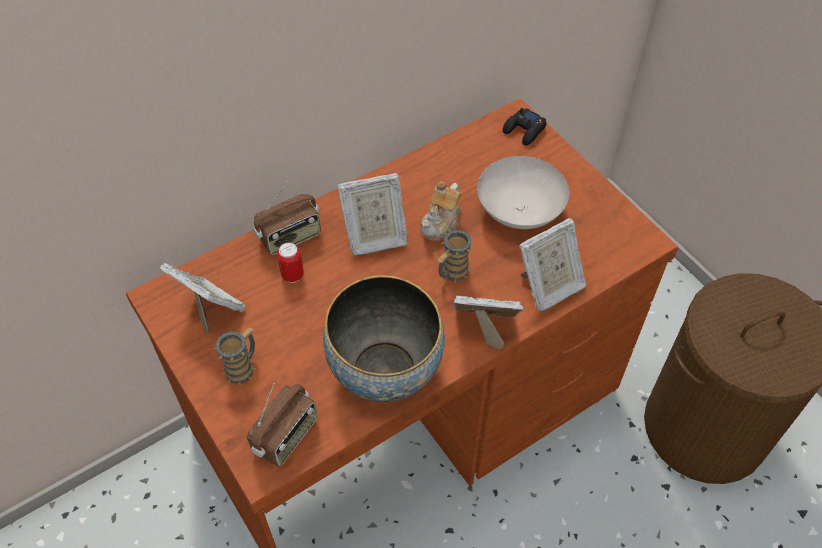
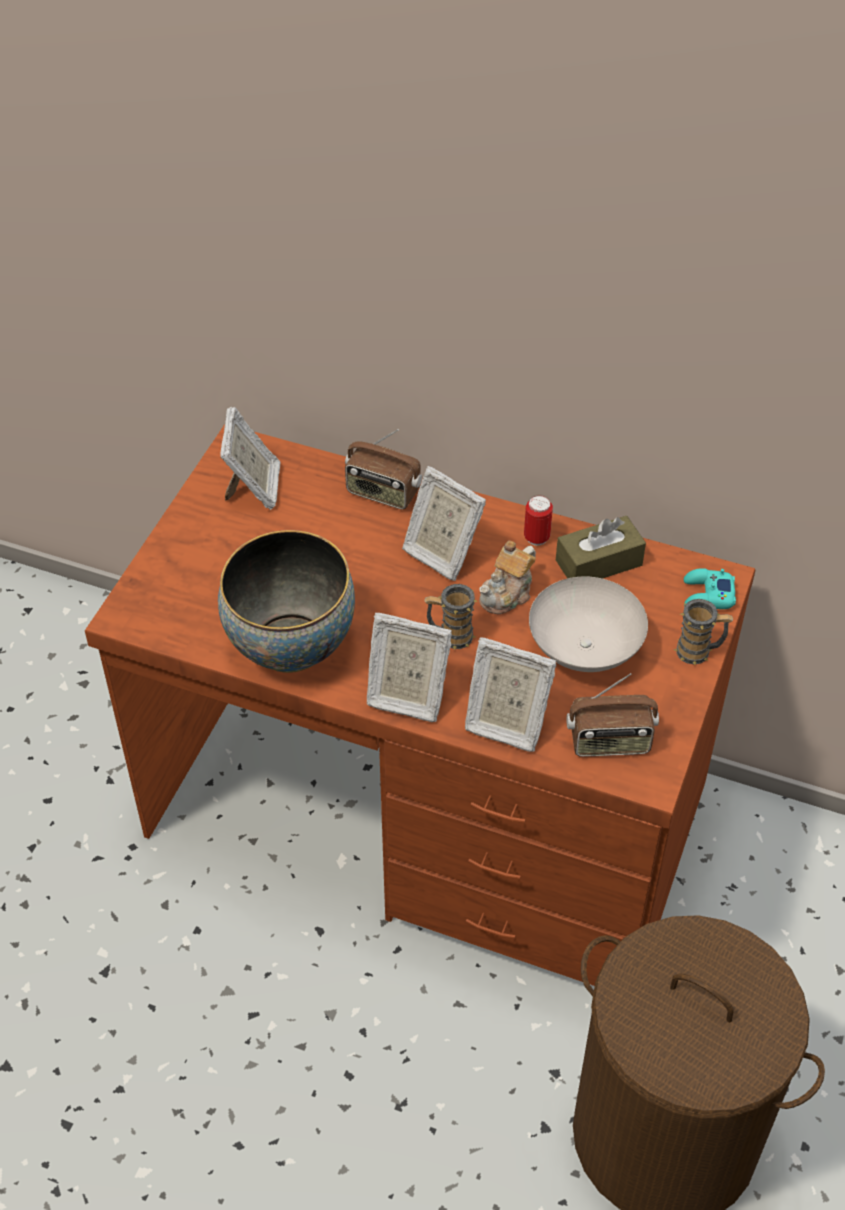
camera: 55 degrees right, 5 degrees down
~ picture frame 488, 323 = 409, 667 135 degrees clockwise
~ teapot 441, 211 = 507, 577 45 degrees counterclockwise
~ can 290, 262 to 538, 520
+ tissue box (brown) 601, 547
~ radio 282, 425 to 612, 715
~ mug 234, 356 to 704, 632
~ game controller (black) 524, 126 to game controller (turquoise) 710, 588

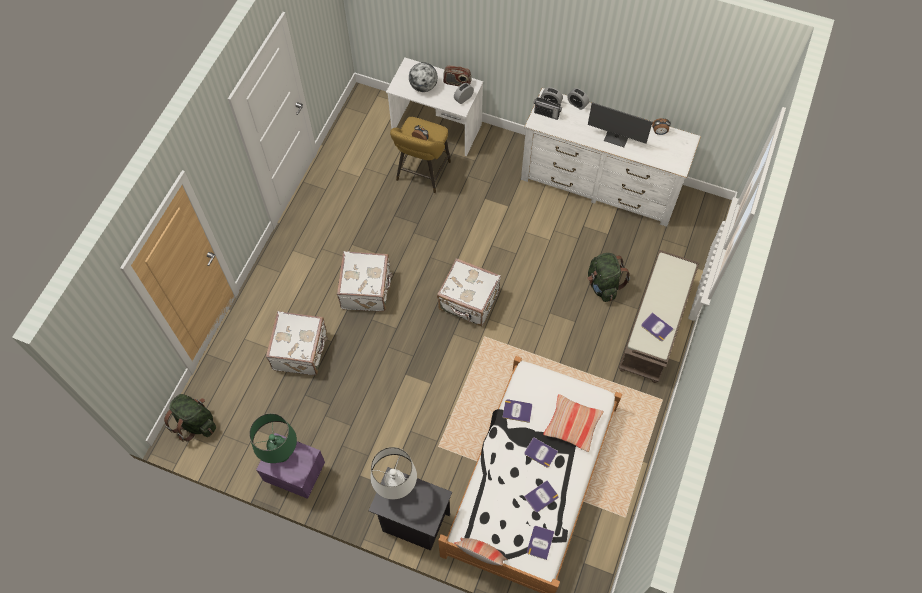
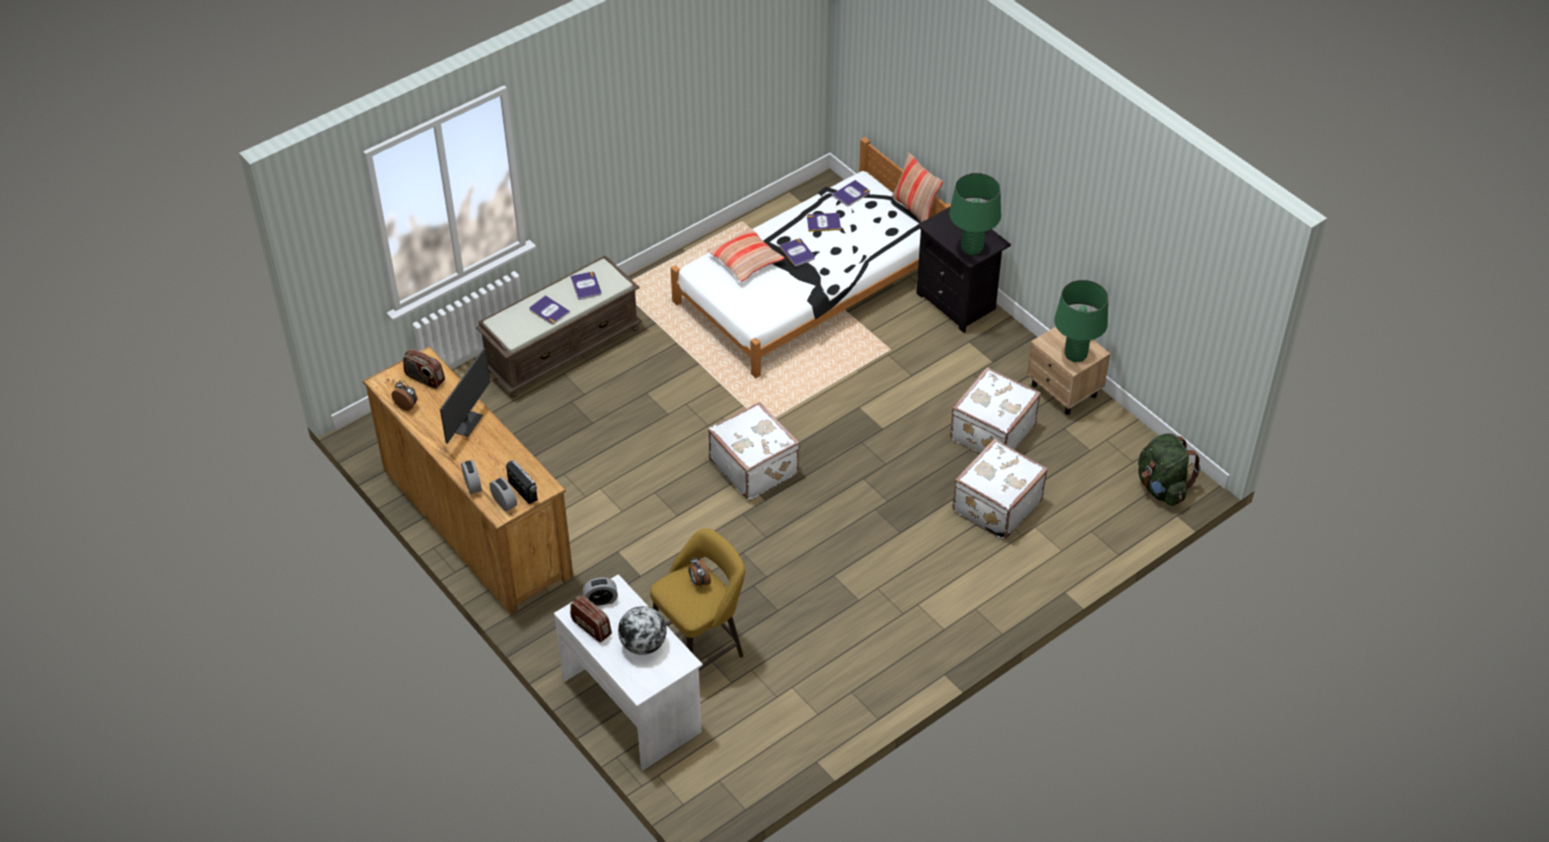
camera: 150 degrees left, 15 degrees down
~ dresser (white) 611, 157 to dresser (brown) 468, 480
+ radio 424, 369
~ monitor 620, 124 = 465, 396 60 degrees clockwise
~ book 517, 411 to 549, 310
~ table lamp (white) 394, 473 to table lamp (green) 975, 214
~ suitcase (white) 365, 281 to 995, 410
~ nightstand (purple) 290, 466 to nightstand (beige) 1069, 371
- backpack (green) 609, 277

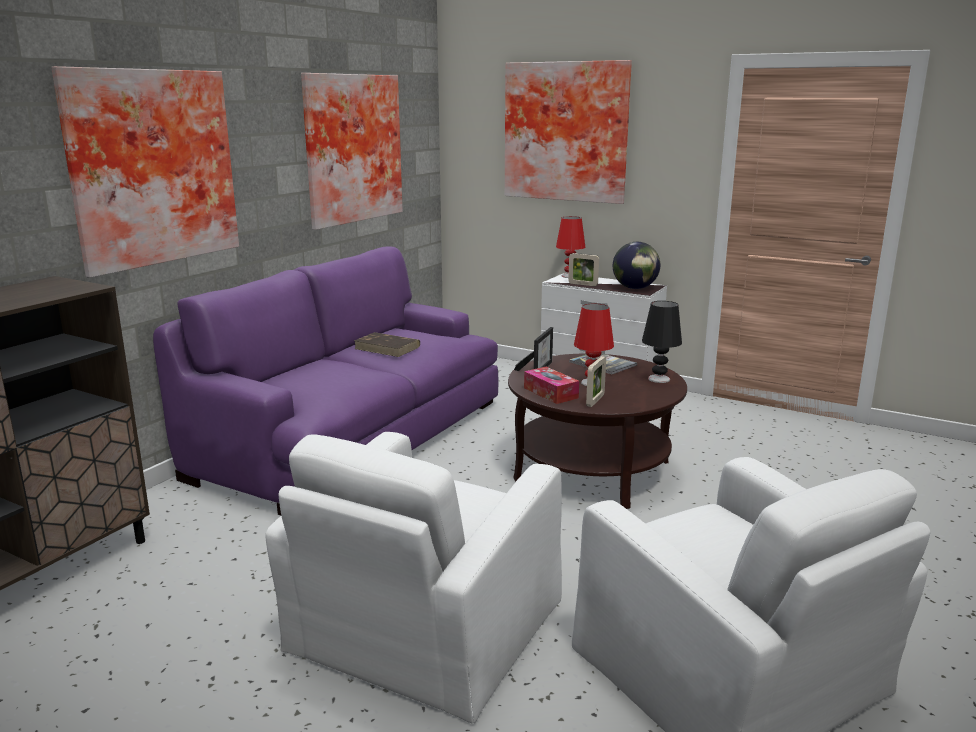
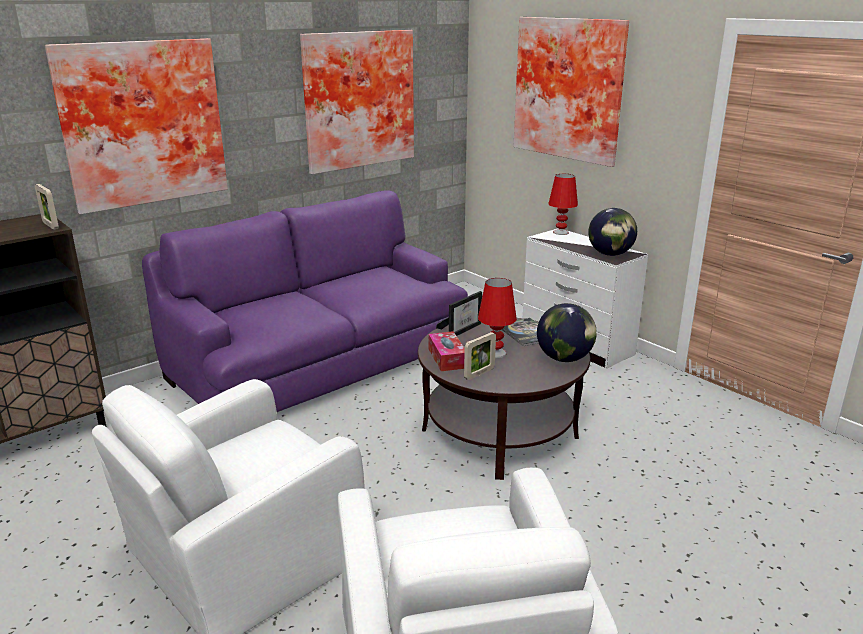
camera: 20 degrees right, 5 degrees up
~ picture frame 583, 269 to 47, 207
~ table lamp (black) 662, 342 to globe 567, 332
- book (brown) 387, 344

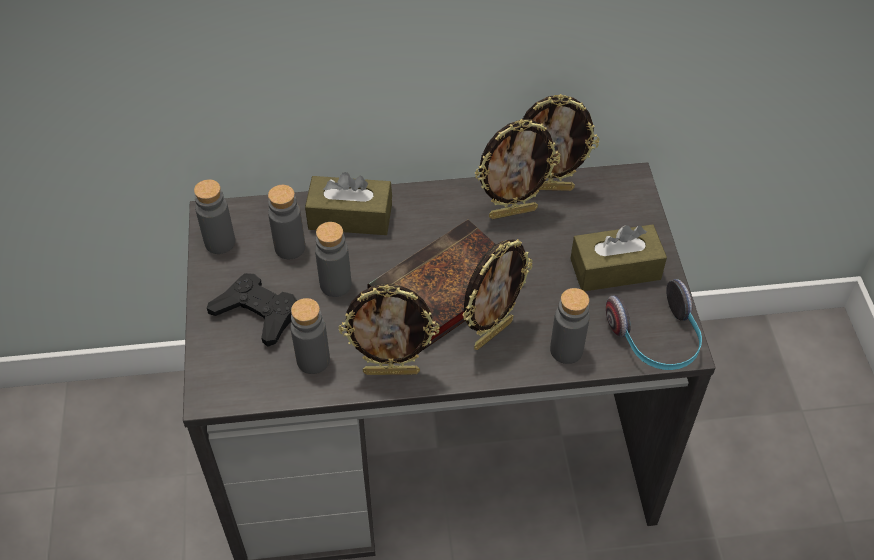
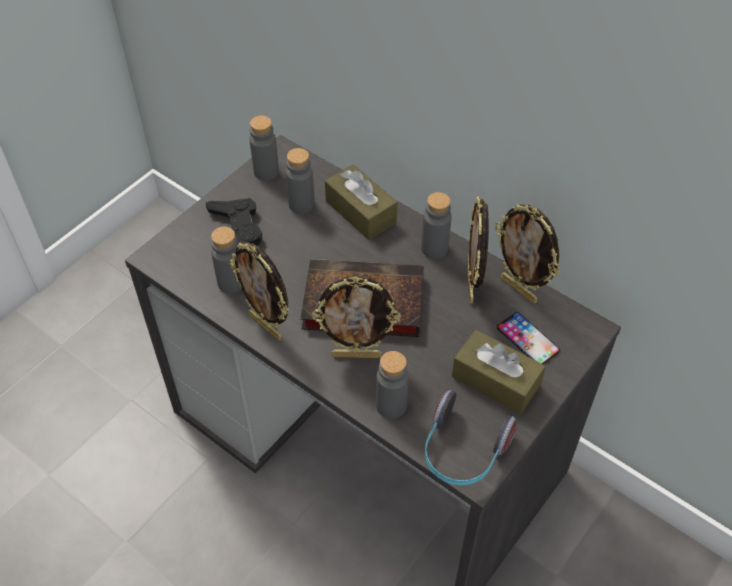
camera: 45 degrees right, 0 degrees up
~ bottle (grey) 333, 259 to 436, 225
~ picture frame 518, 169 = 478, 250 60 degrees clockwise
+ phone 528, 338

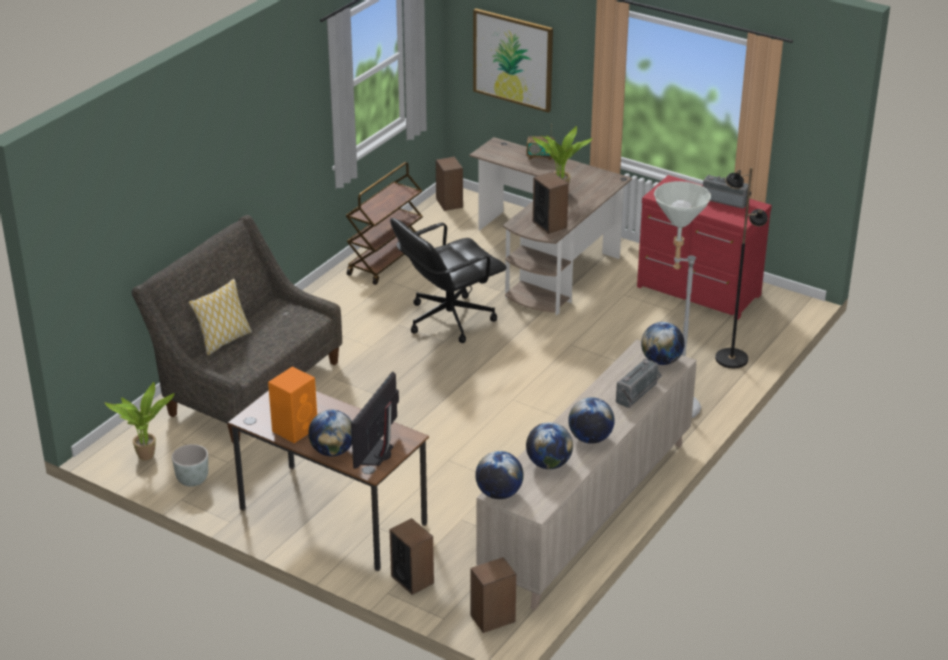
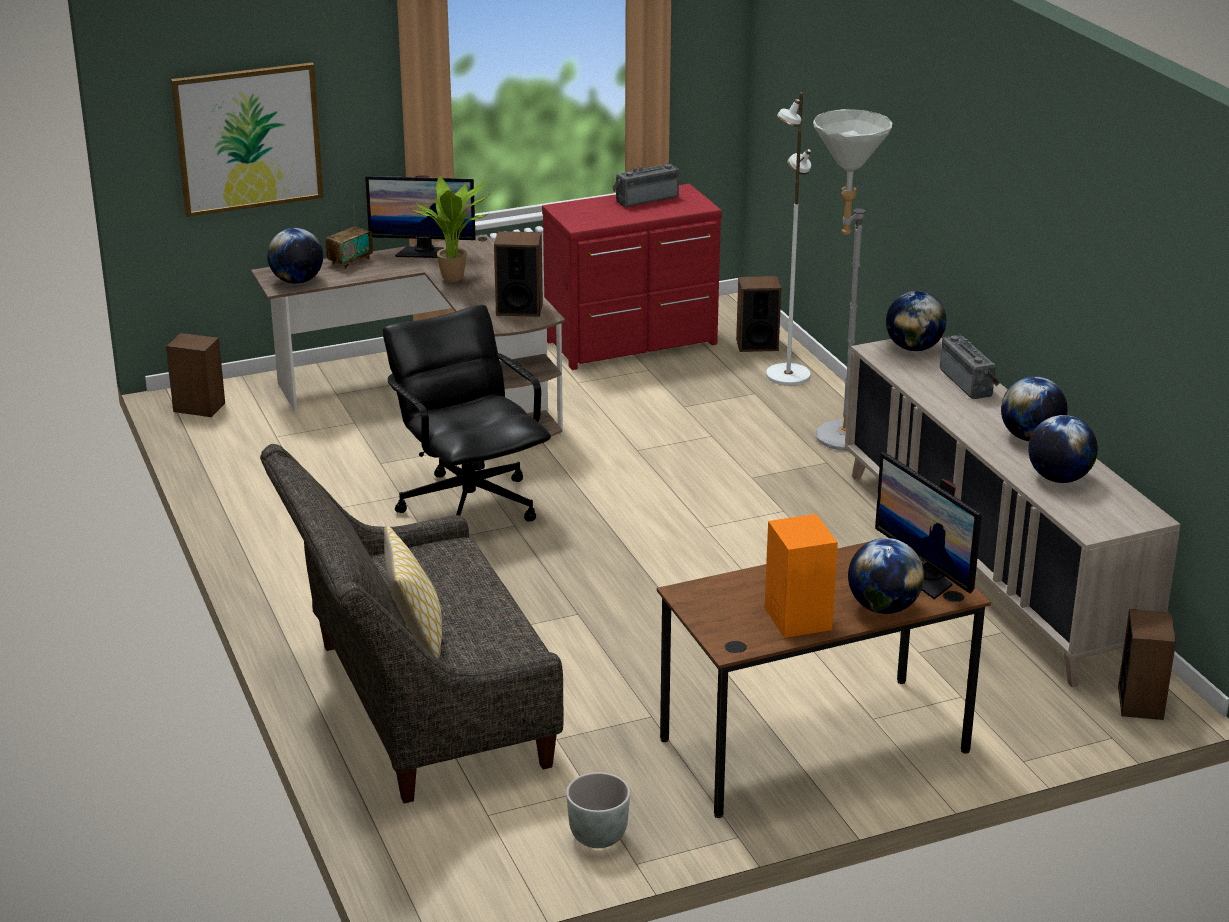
camera: 55 degrees left, 5 degrees down
~ globe 499, 475 to 295, 256
+ monitor 420, 216
~ office chair (black) 448, 280 = 467, 413 150 degrees clockwise
~ speaker 411, 556 to 758, 314
~ floor lamp (black) 741, 267 to floor lamp (white) 788, 239
- potted plant 139, 421
- cart (brown) 384, 223

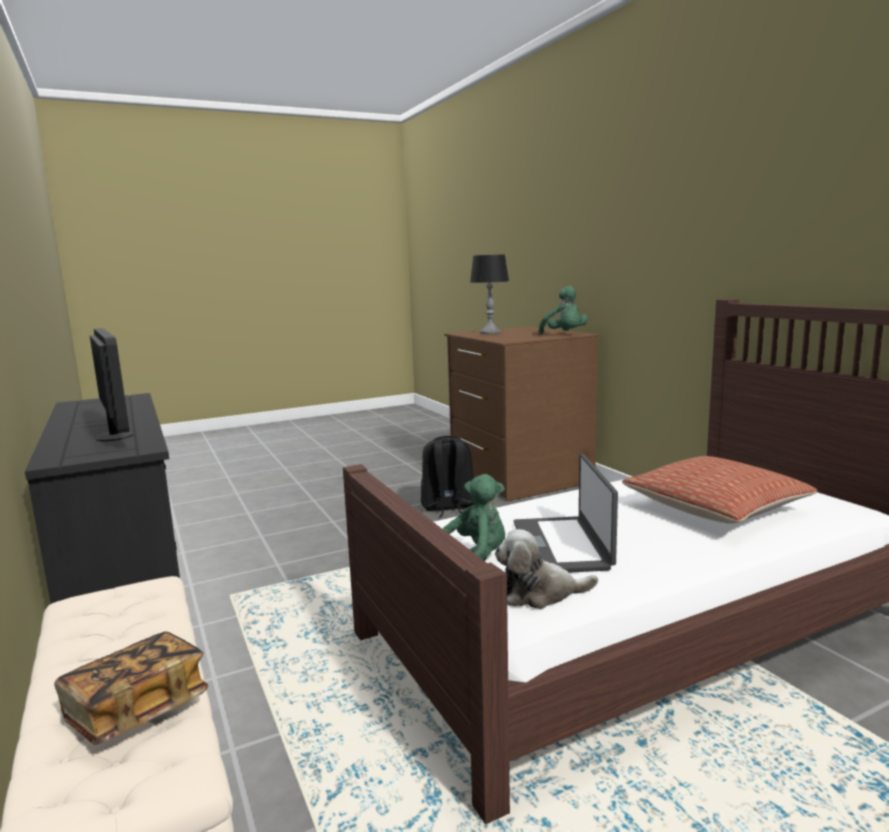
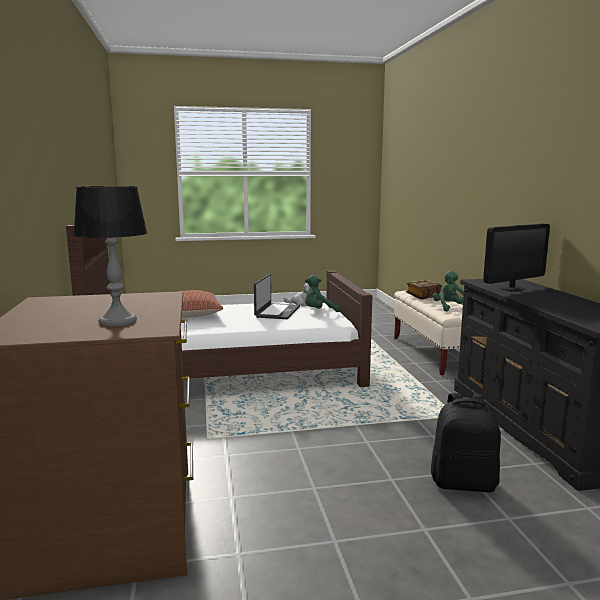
camera: 165 degrees left, 0 degrees up
~ backpack (black) 447, 476 to 466, 443
~ plush toy (green) 563, 310 to 448, 291
~ monitor 112, 384 = 516, 257 105 degrees counterclockwise

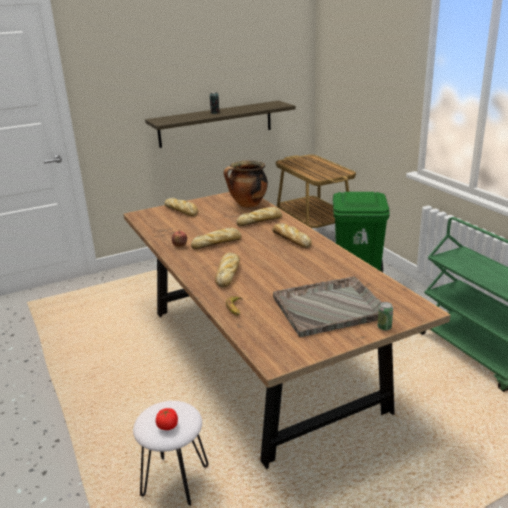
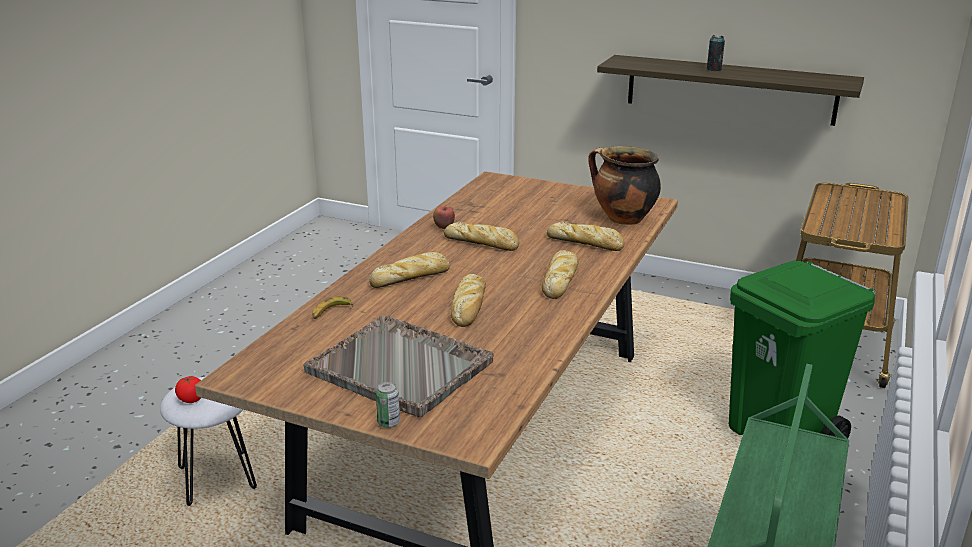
camera: 50 degrees right, 0 degrees up
~ bread 181, 207 to 468, 300

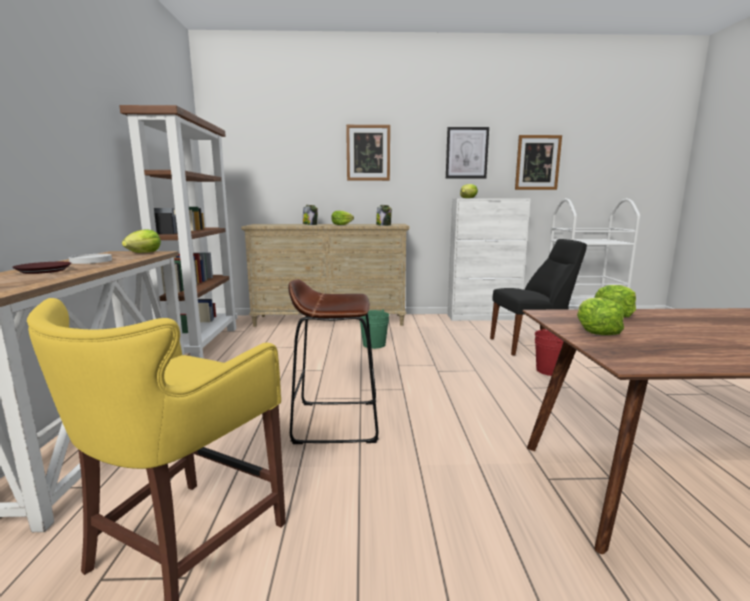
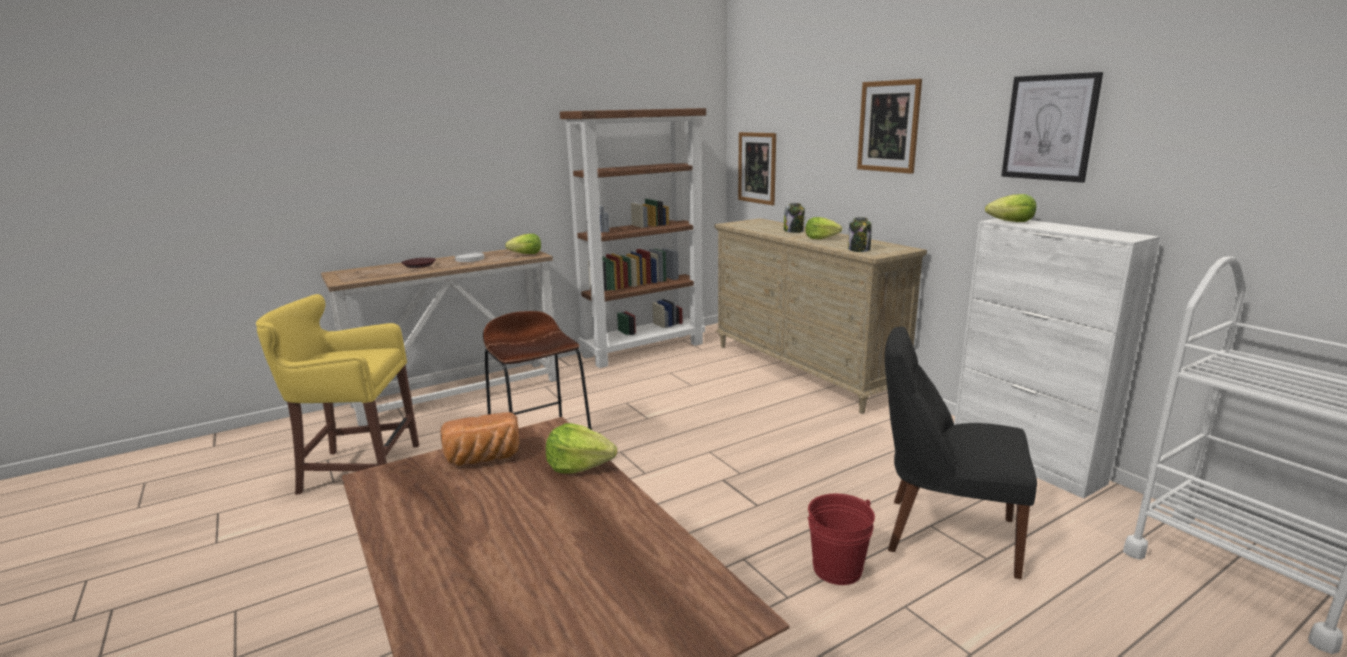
camera: 60 degrees right, 5 degrees up
~ lettuce 600, 316 to bread 480, 439
~ picture 538, 162 to 757, 168
~ chair (black) 538, 297 = 961, 452 150 degrees clockwise
- bucket (green) 374, 329

